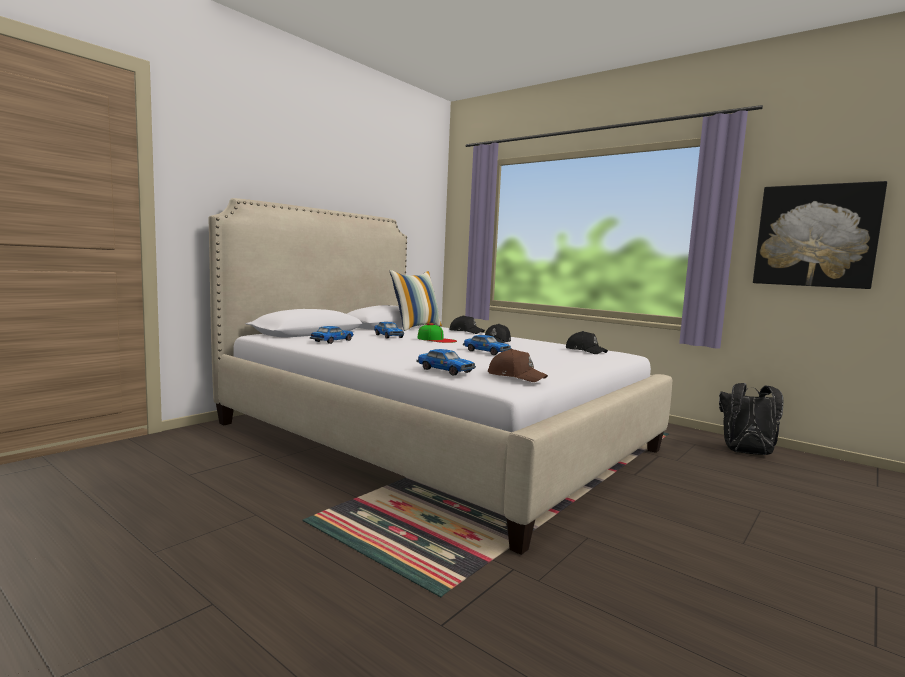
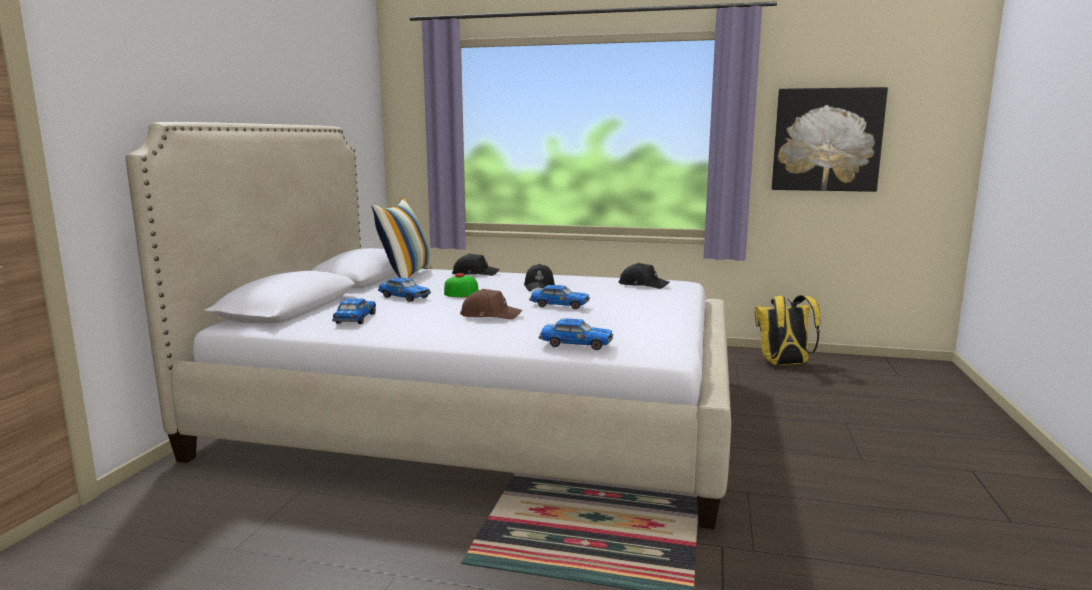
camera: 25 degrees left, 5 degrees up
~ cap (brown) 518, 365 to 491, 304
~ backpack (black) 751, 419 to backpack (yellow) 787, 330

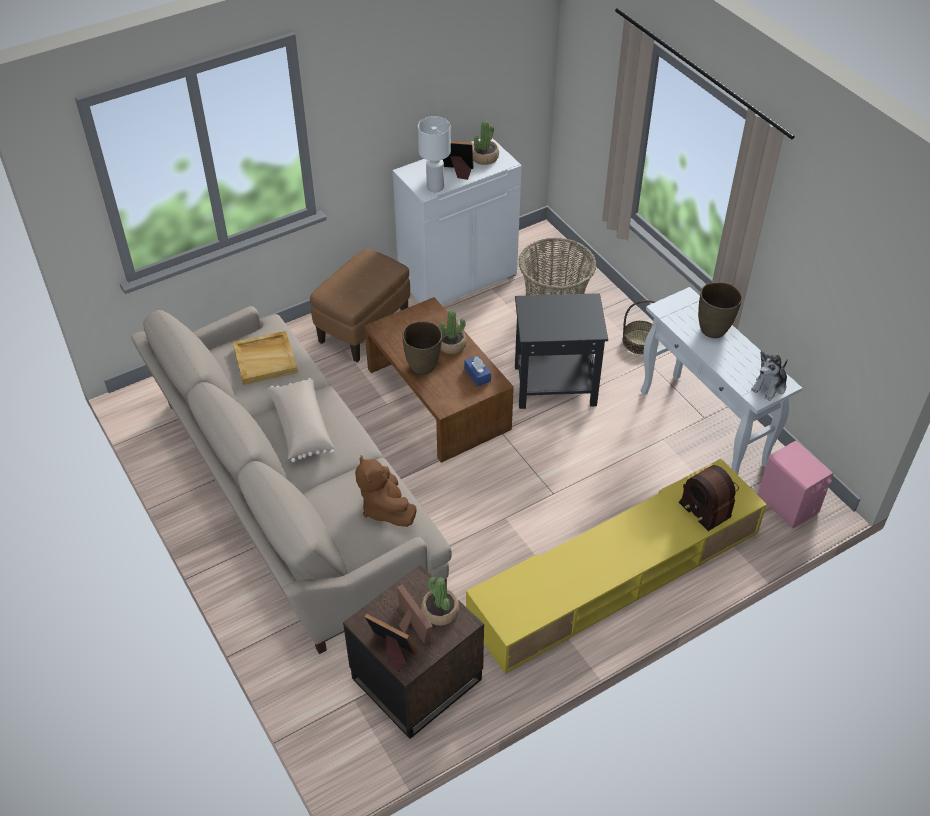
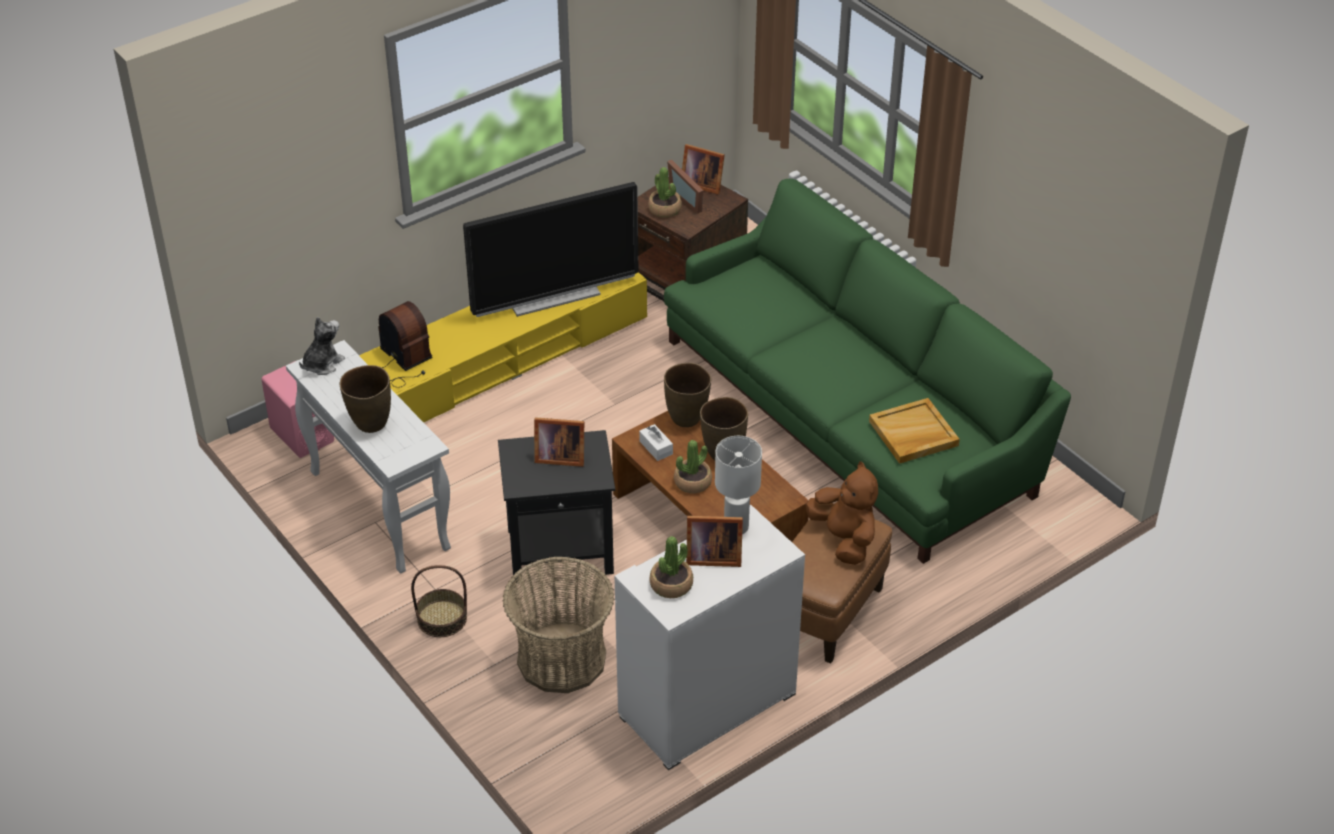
camera: 175 degrees right, 5 degrees down
+ television 550, 249
+ picture frame 559, 442
~ tissue box (blue) 477, 371 to tissue box (white) 656, 442
~ sofa (beige) 291, 480 to sofa (green) 867, 371
+ vase (brown) 687, 395
~ plush toy (brown) 386, 491 to 842, 513
- pillow (beige) 300, 420

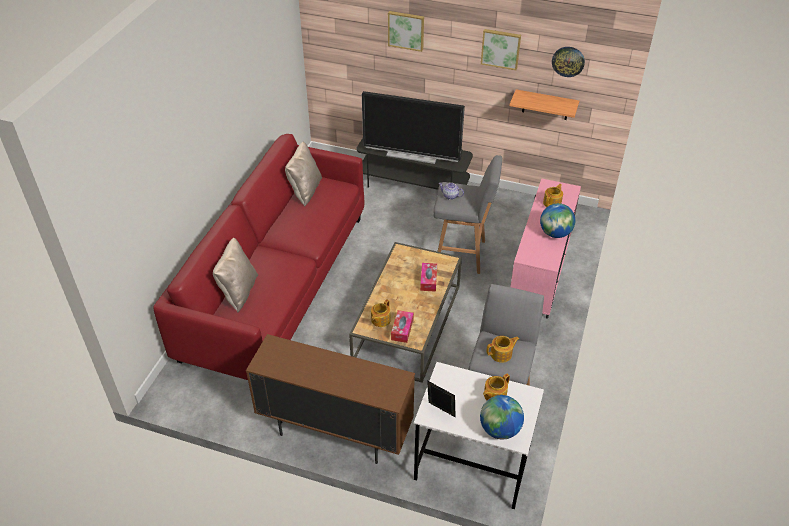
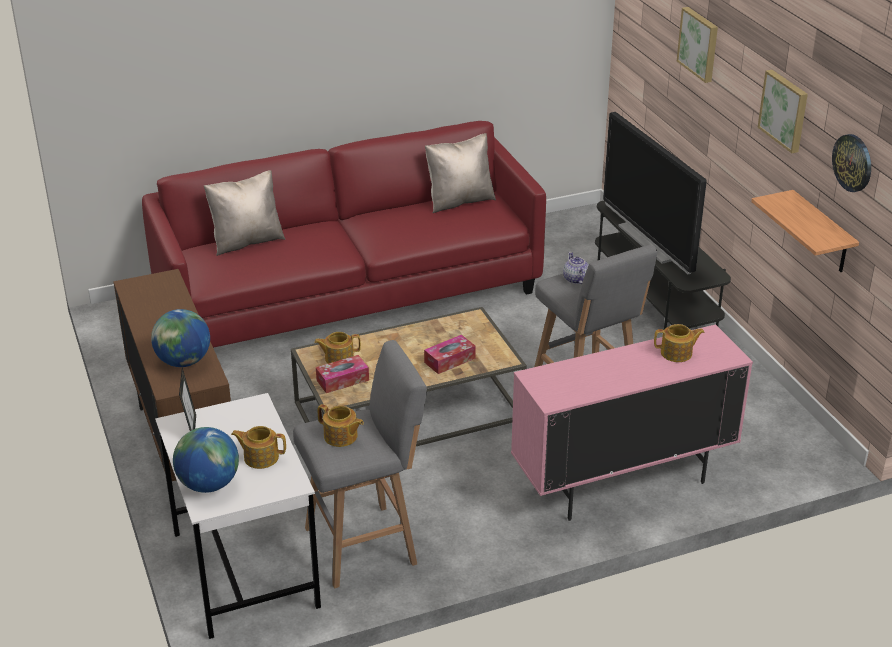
camera: 50 degrees right, 10 degrees down
~ globe 557, 220 to 180, 338

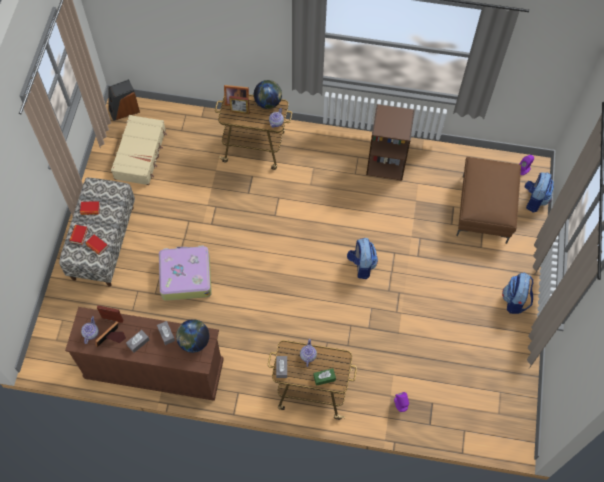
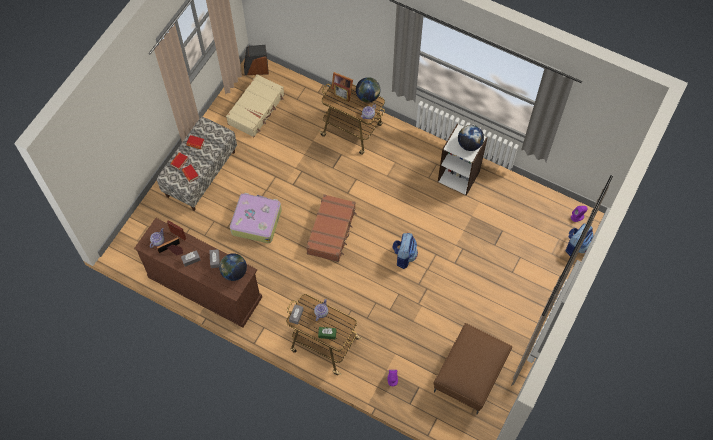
camera: 20 degrees right, 0 degrees up
+ suitcase (brown) 331, 228
~ ottoman (brown) 488, 200 to 472, 368
~ bookcase (brown) 390, 142 to bookcase (white) 463, 159
+ globe 471, 138
- backpack 518, 293

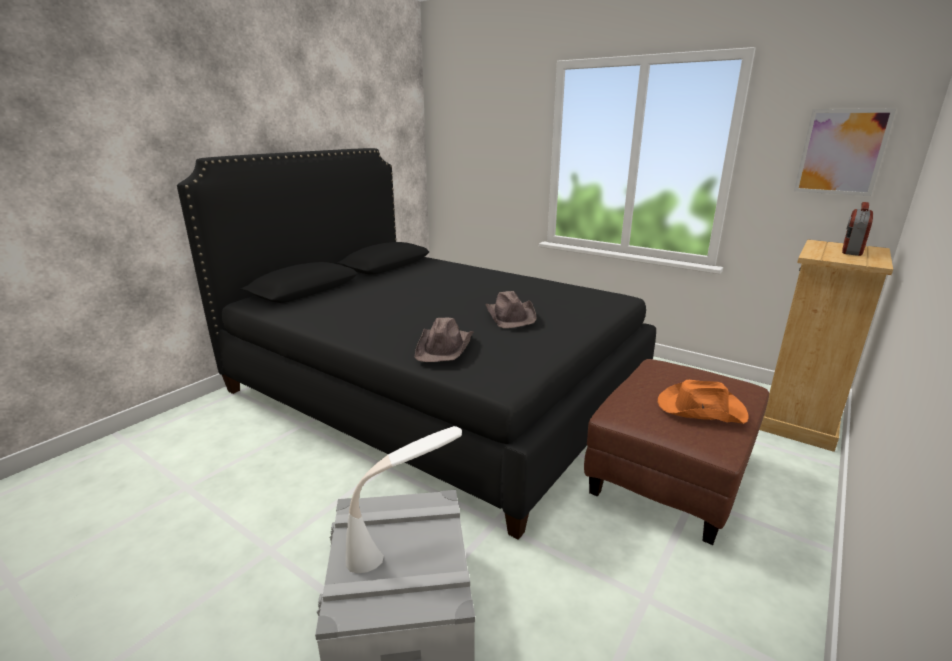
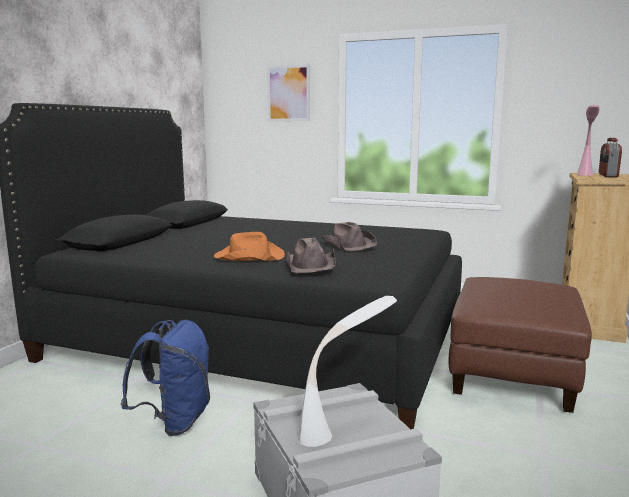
camera: 15 degrees left, 10 degrees down
+ backpack (blue) 165, 378
~ hat (orange) 703, 402 to 249, 246
~ picture 845, 152 to 288, 93
+ table lamp (pink) 588, 140

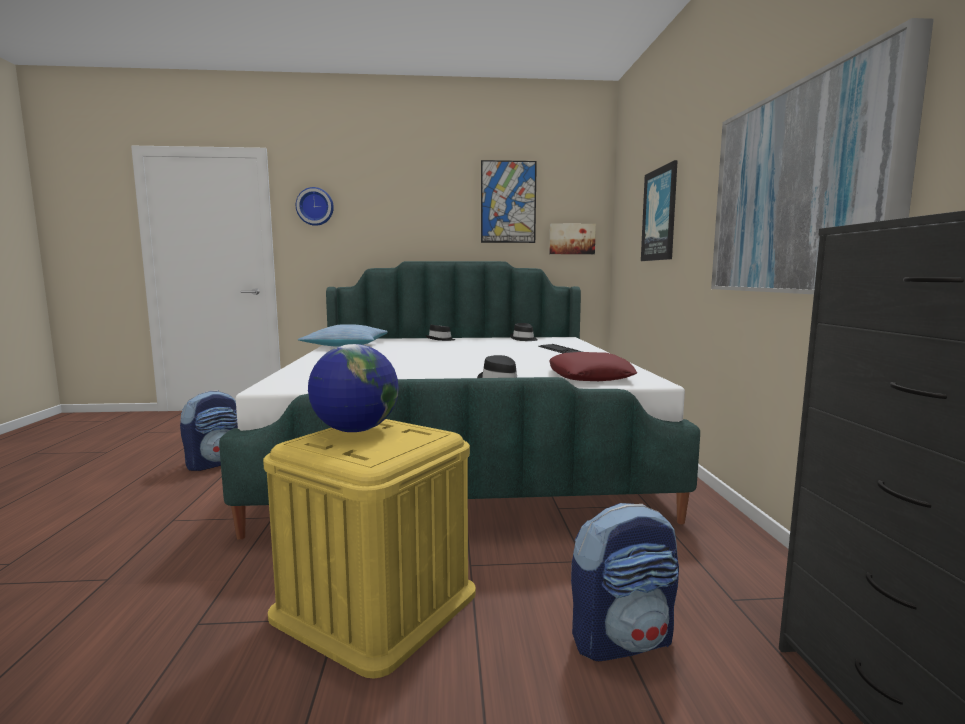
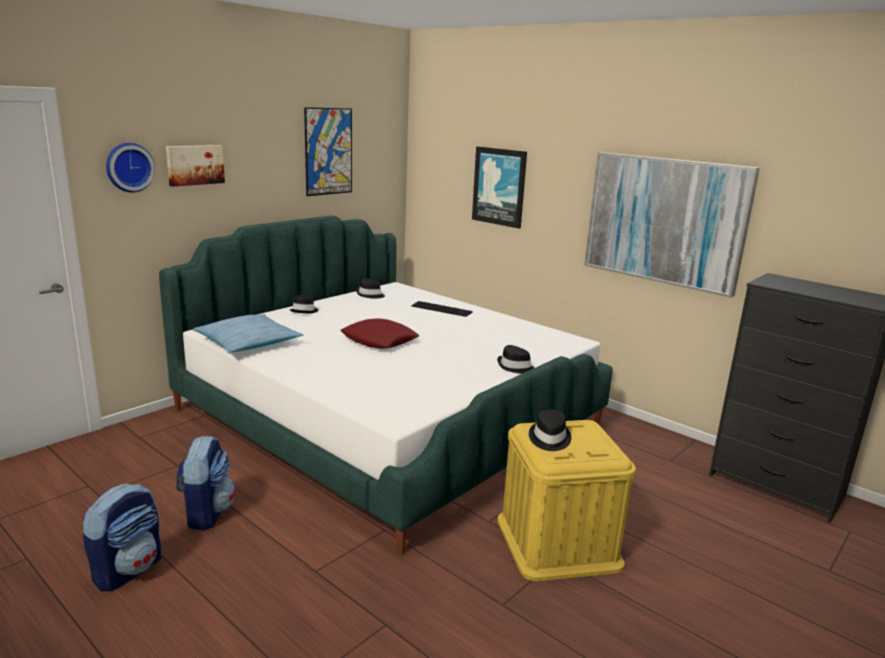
camera: 45 degrees left, 10 degrees up
~ backpack 625, 582 to 122, 537
~ picture 572, 238 to 195, 166
~ pillow (red) 593, 366 to 380, 333
~ globe 353, 388 to hat (black) 550, 430

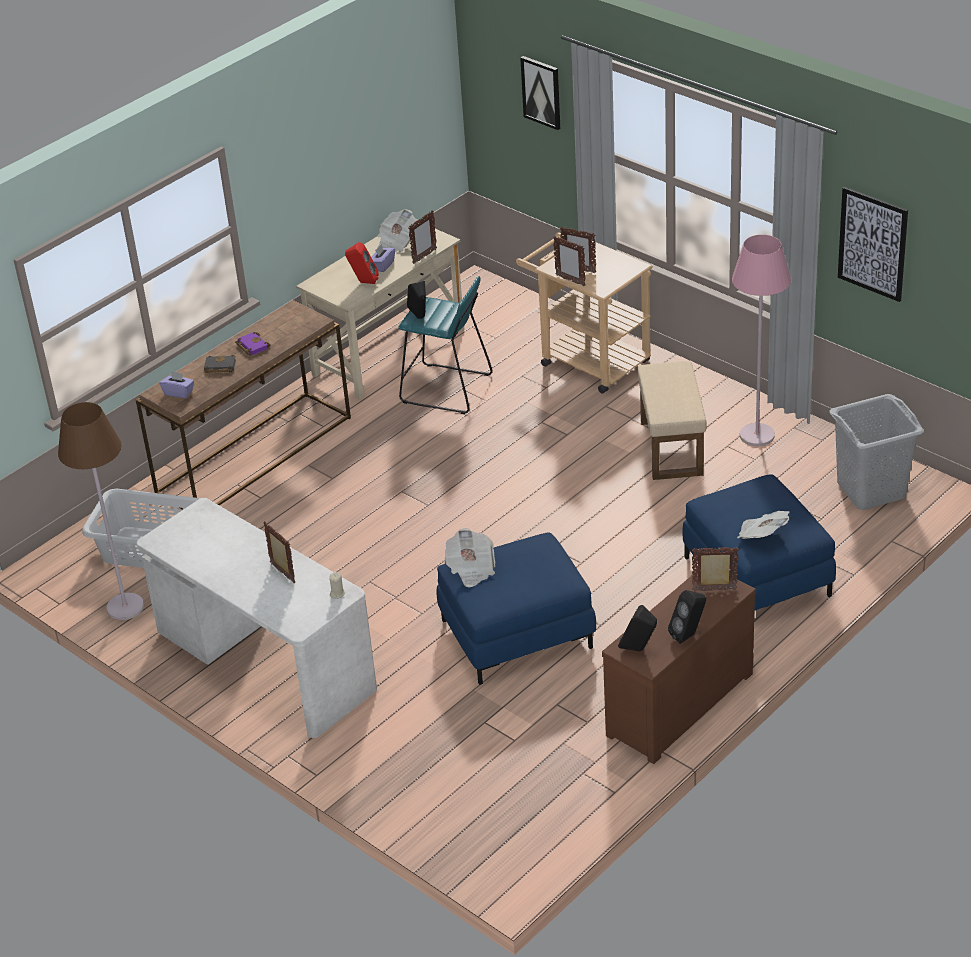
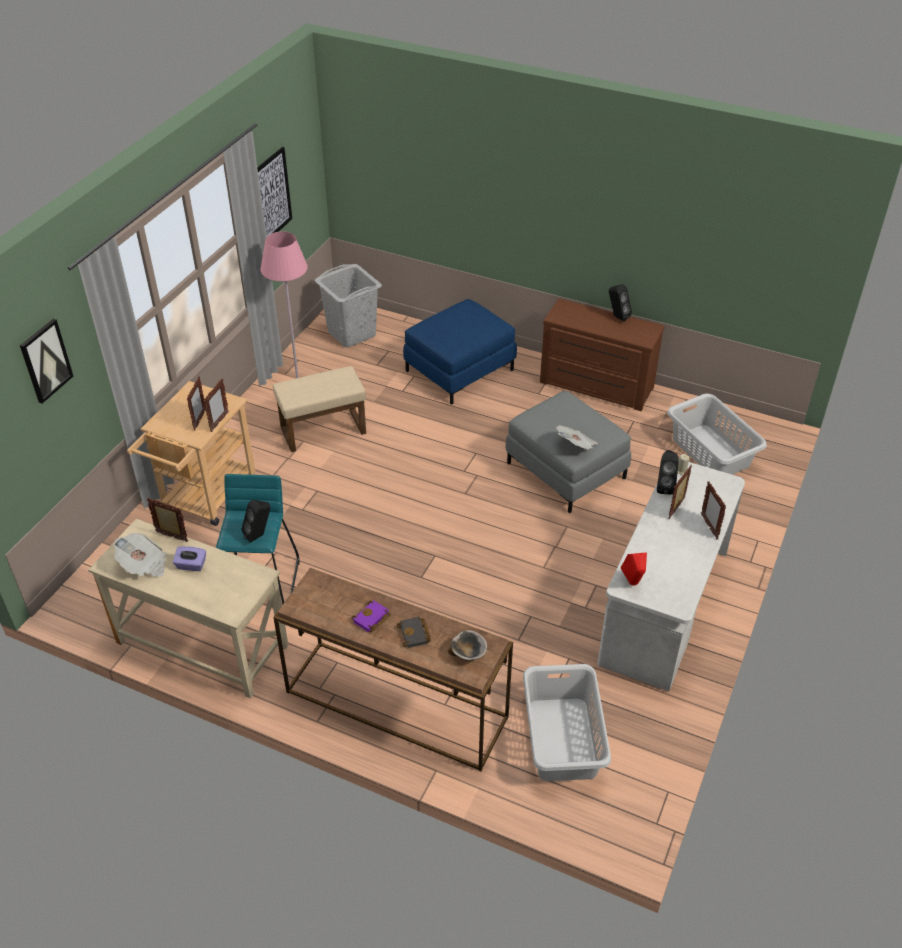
camera: 110 degrees left, 5 degrees up
~ tissue box (purple) 177, 384 to bowl 467, 645
~ ottoman (blue) 516, 608 to ottoman (grey) 568, 452
~ speaker (red) 362, 263 to 634, 569
~ speaker (black) 637, 628 to 668, 472
+ laundry basket (grey) 717, 434
~ picture frame 715, 569 to 713, 510
- floor lamp (brown) 101, 511
- newspaper 763, 525

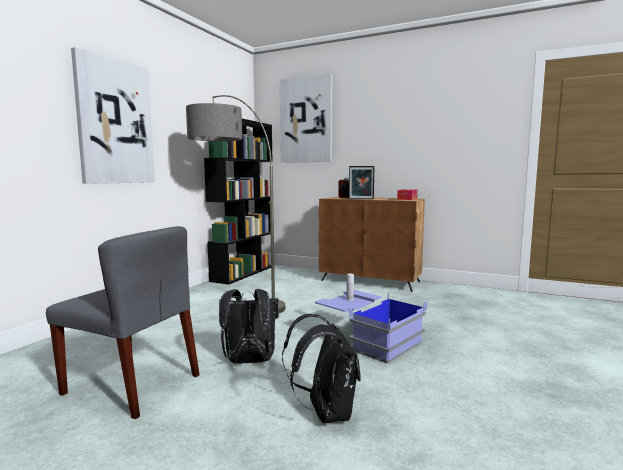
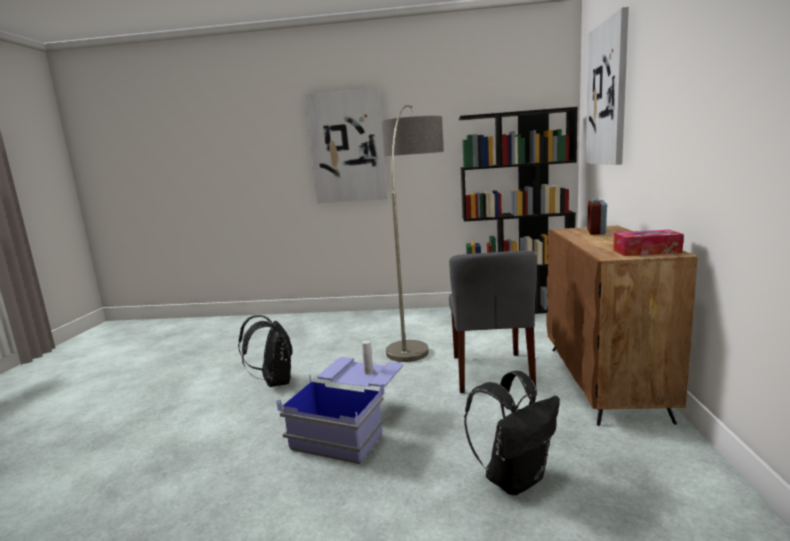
camera: 70 degrees right, 5 degrees up
~ chair (grey) 123, 322 to 493, 322
~ backpack (black) 321, 368 to 512, 433
- picture frame 361, 182

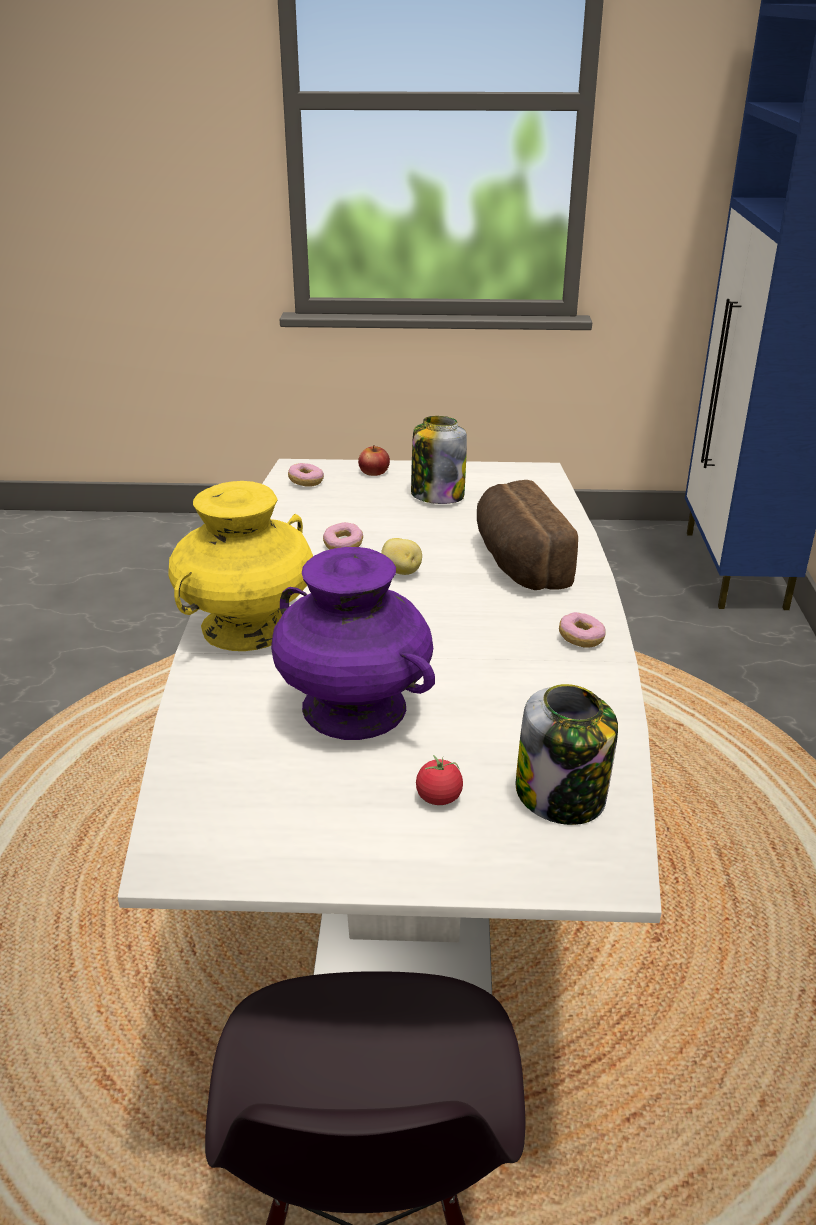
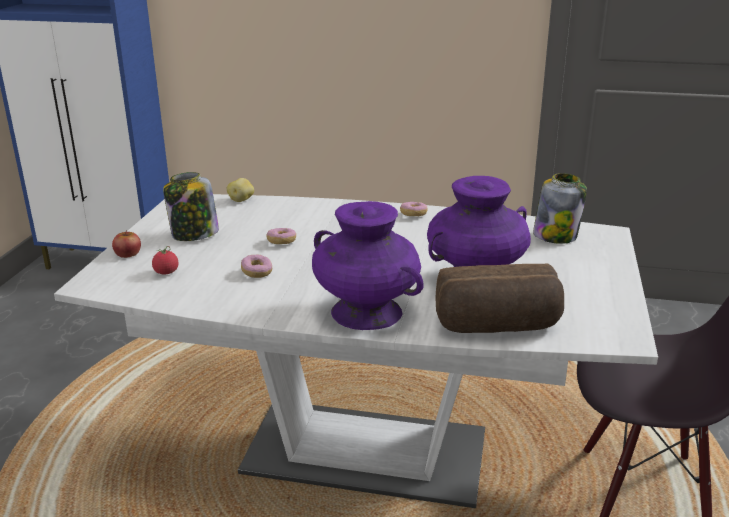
camera: 80 degrees left, 5 degrees down
~ tomato 439, 780 to 165, 260
~ potato 401, 556 to 240, 190
~ donut 306, 475 to 281, 236
~ vase (yellow) 240, 566 to vase (purple) 367, 265
~ bread 527, 535 to 500, 298

